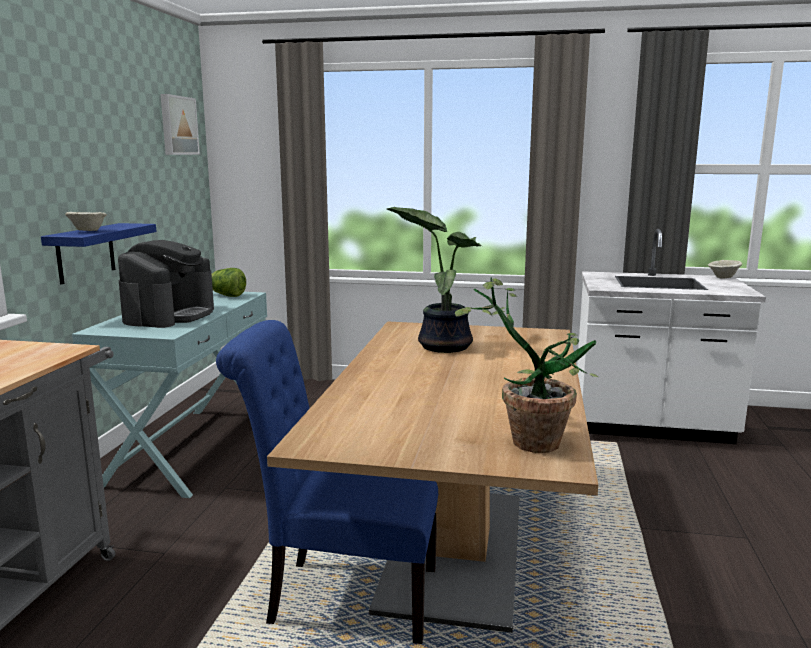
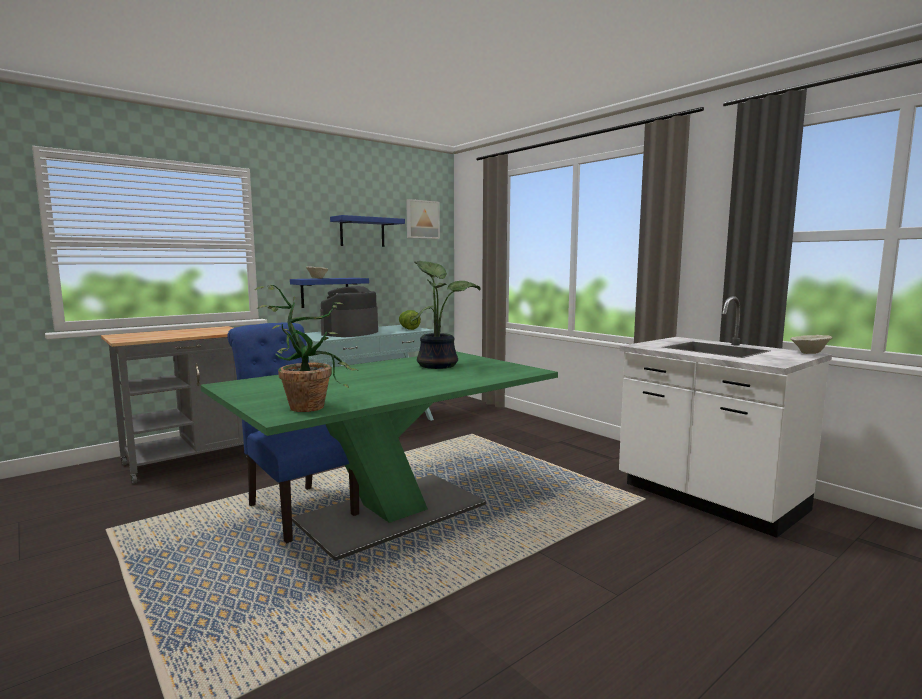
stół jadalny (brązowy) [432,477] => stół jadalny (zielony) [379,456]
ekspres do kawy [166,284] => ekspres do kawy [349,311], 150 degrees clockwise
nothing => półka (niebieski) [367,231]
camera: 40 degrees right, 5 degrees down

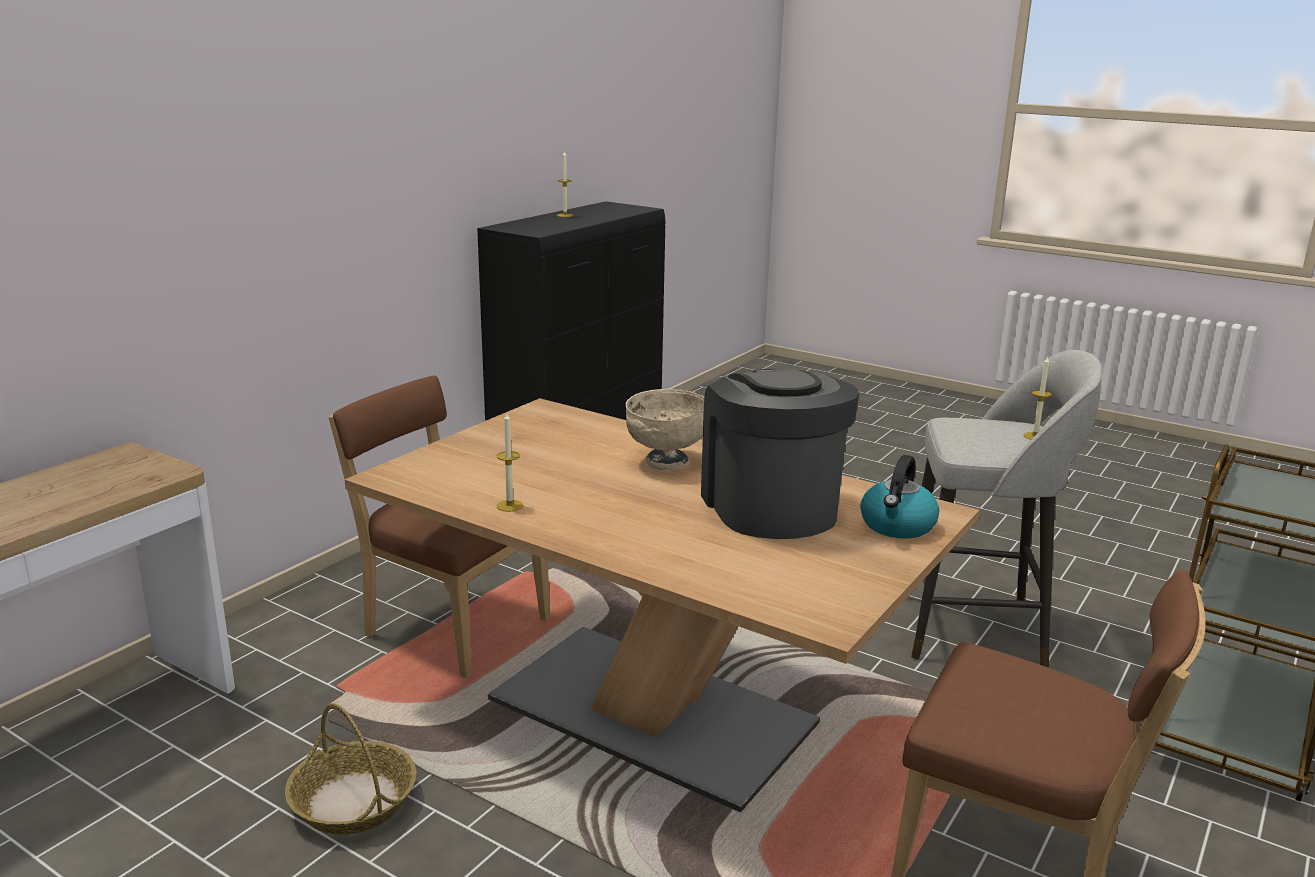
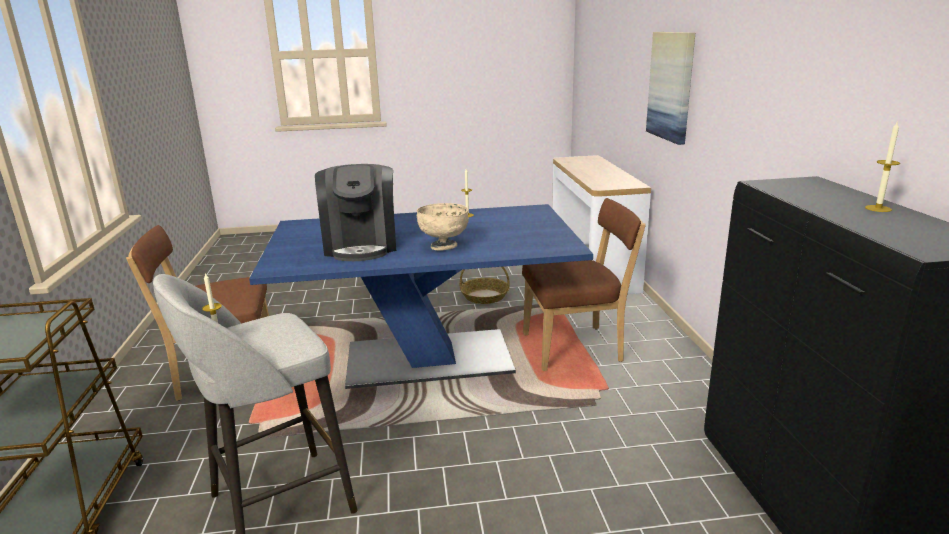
stół jadalny (brązowy) [662,605] => stół jadalny (niebieski) [421,296]
ekspres do kawy [780,454] => ekspres do kawy [355,212], 45 degrees clockwise
nothing => obraz [670,88]
czajnik [899,497] => nothing
camera: 140 degrees right, 0 degrees up

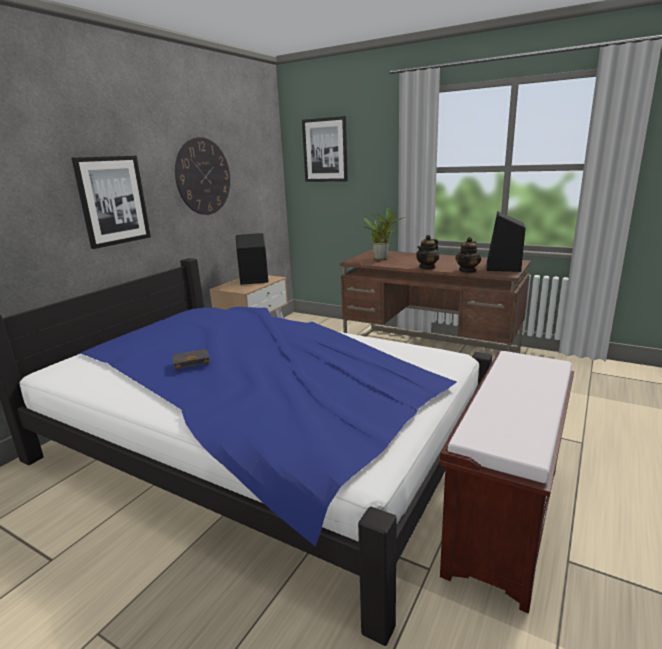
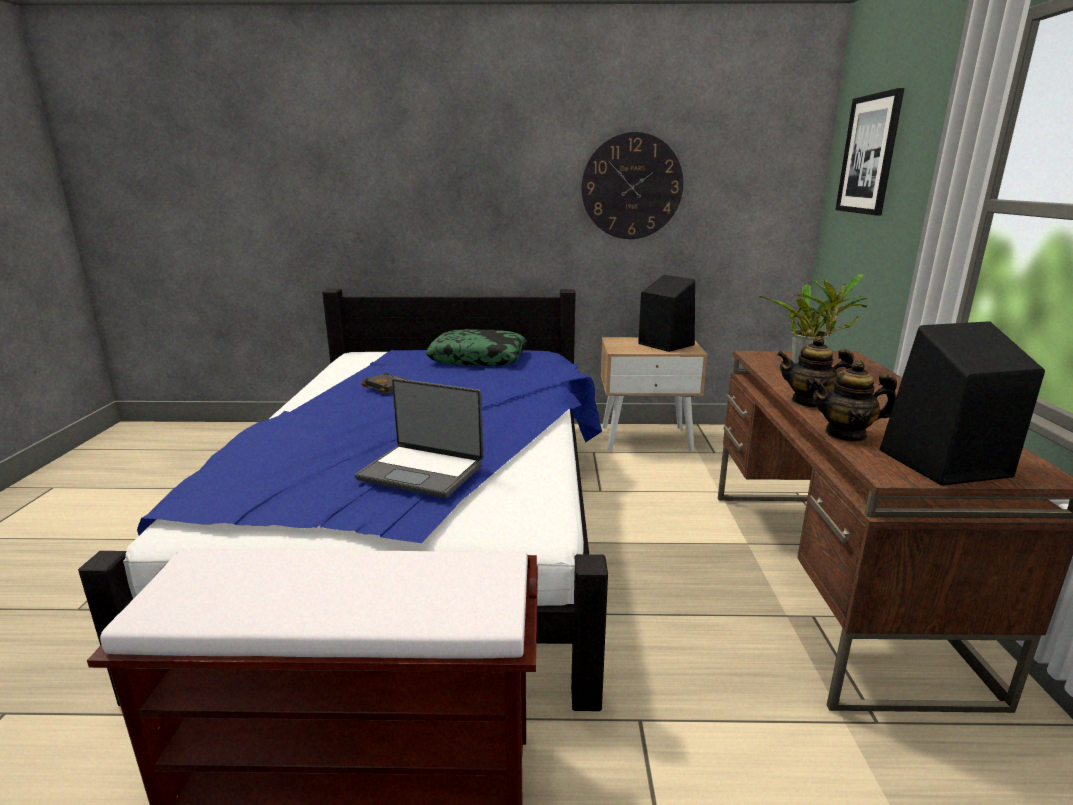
nothing => laptop [419,438]
nothing => poduszka [476,347]
obraz [111,202] => nothing
camera: 60 degrees right, 0 degrees up

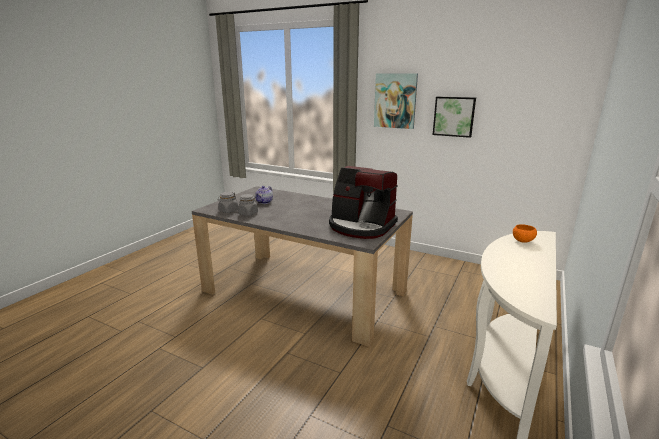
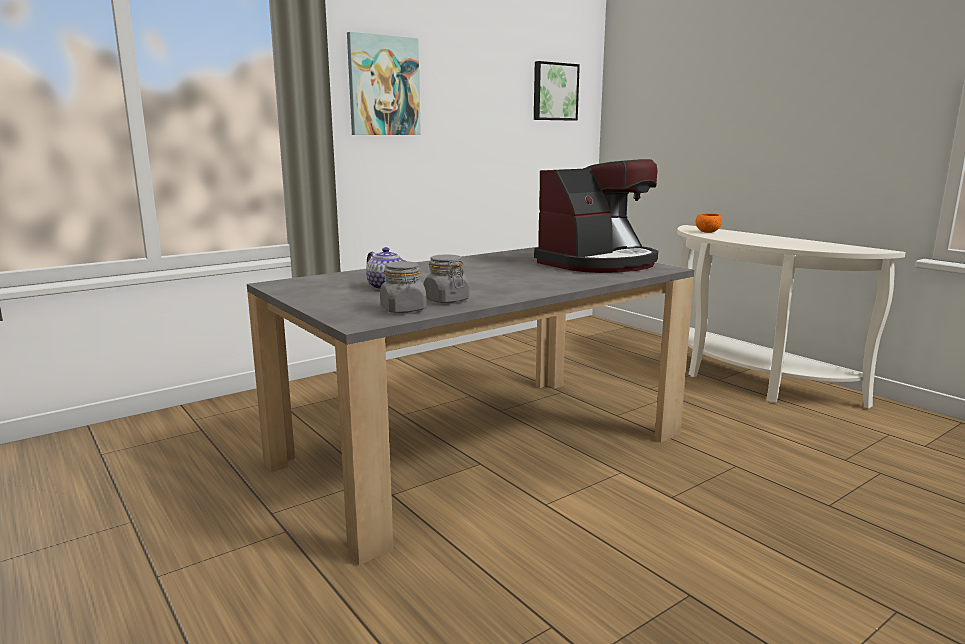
obraz [454,117] => obraz [557,91], relocated
camera: 65 degrees left, 5 degrees down

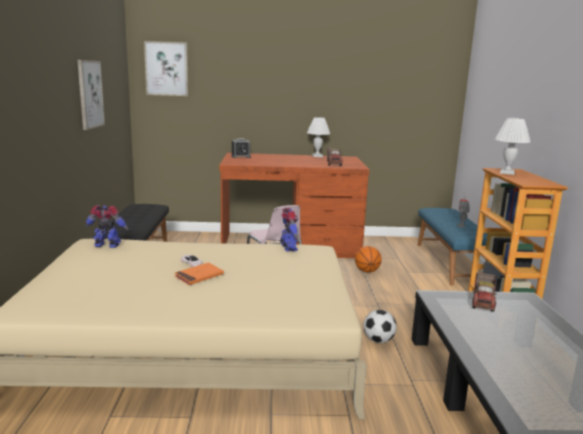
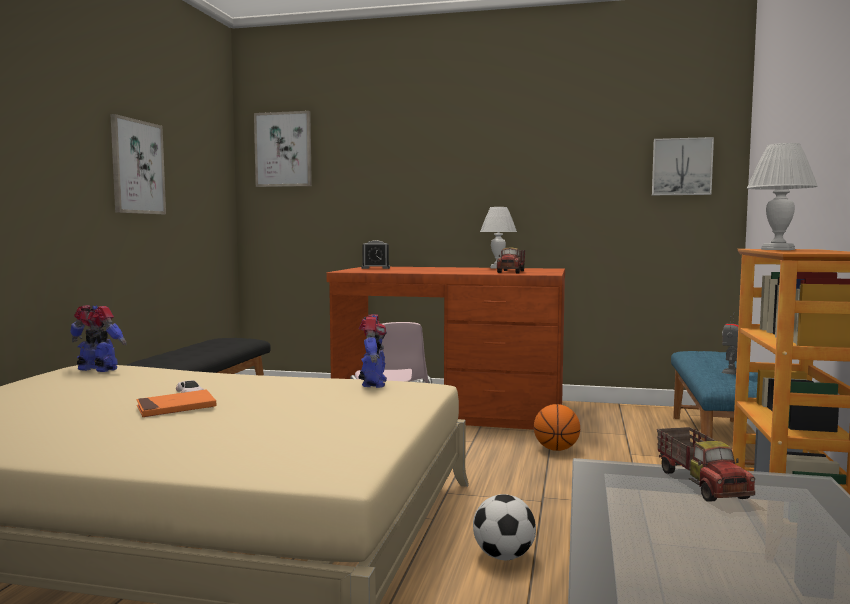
nothing => obraz [683,166]
ciężarówka zabawkowa [484,292] => ciężarówka zabawkowa [706,464], 45 degrees counterclockwise
camera: 15 degrees right, 10 degrees down

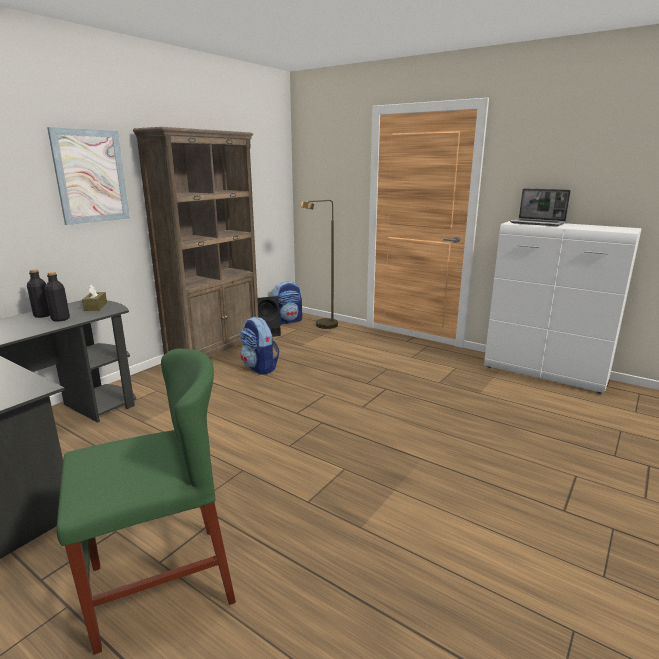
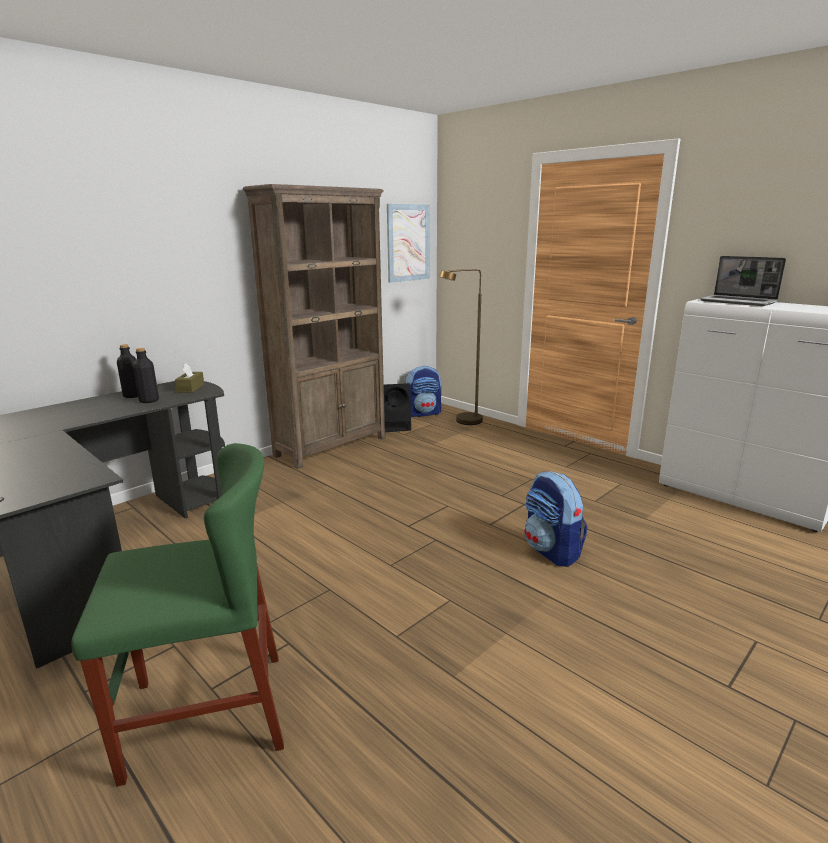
obraz [88,176] => obraz [408,243], relocated
plecak [259,346] => plecak [556,519], relocated
camera: 10 degrees right, 0 degrees up

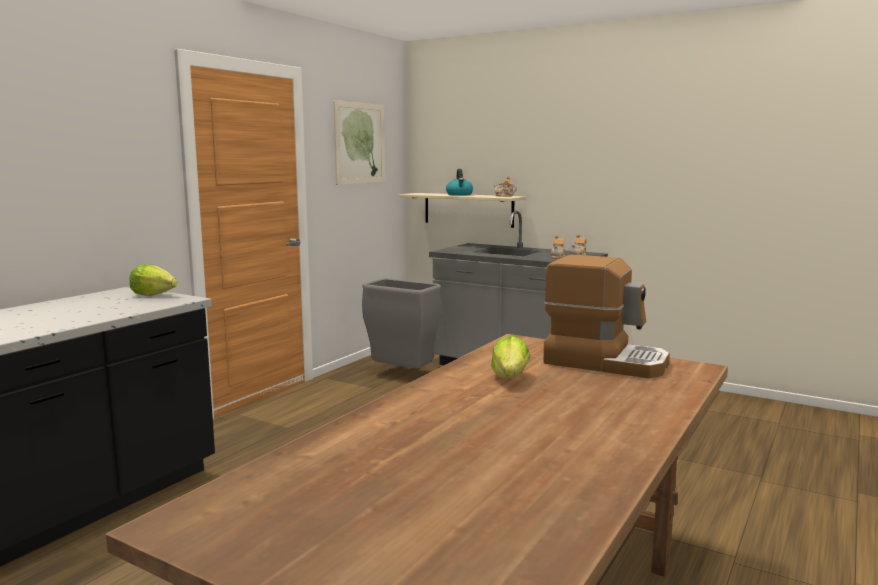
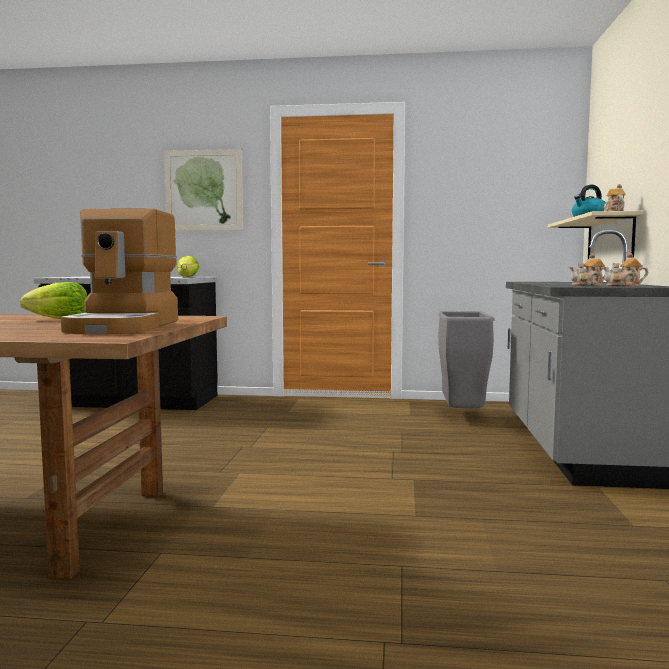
obraz [359,142] => obraz [203,190], relocated
camera: 65 degrees right, 5 degrees down

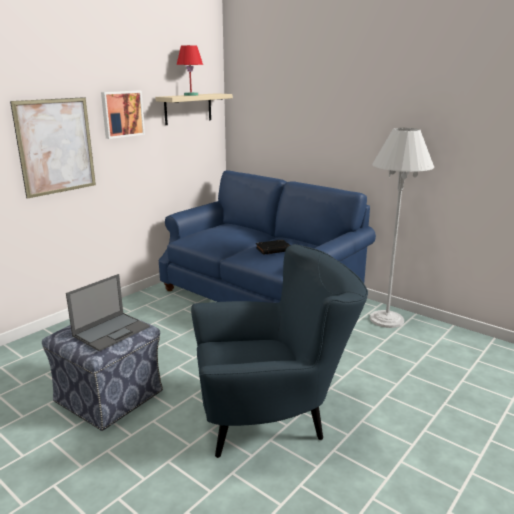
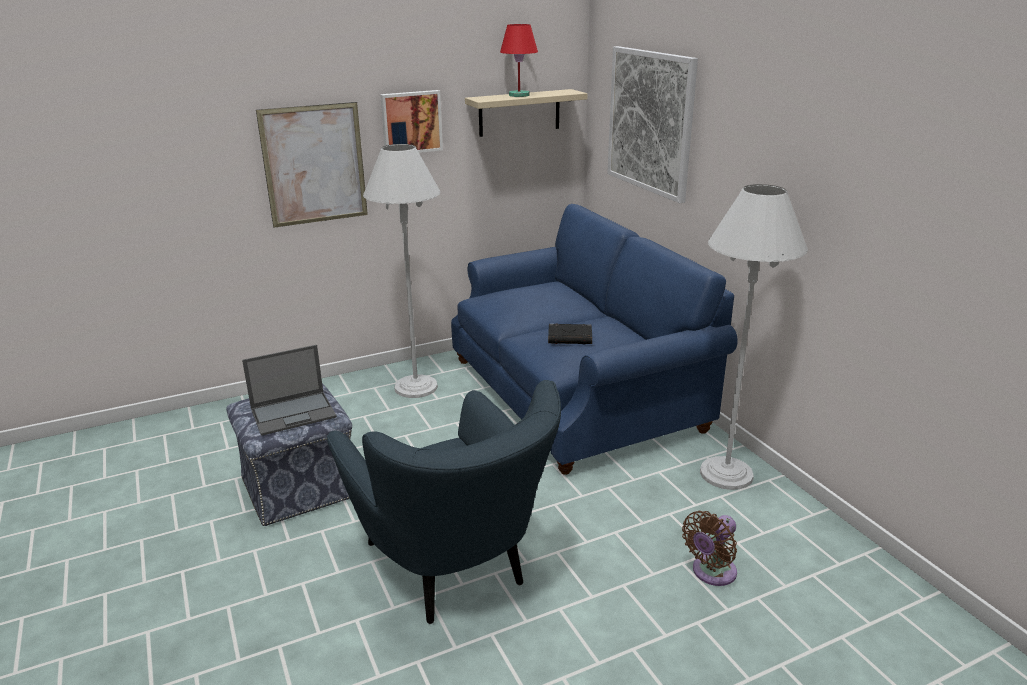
fotel (niebieski) [279,351] => fotel (niebieski) [444,502], 45 degrees clockwise
nothing => lampa stojąca (biały) [401,271]
nothing => obraz [652,124]
nothing => wentylator (brązowy) [709,548]
camera: 25 degrees right, 5 degrees up

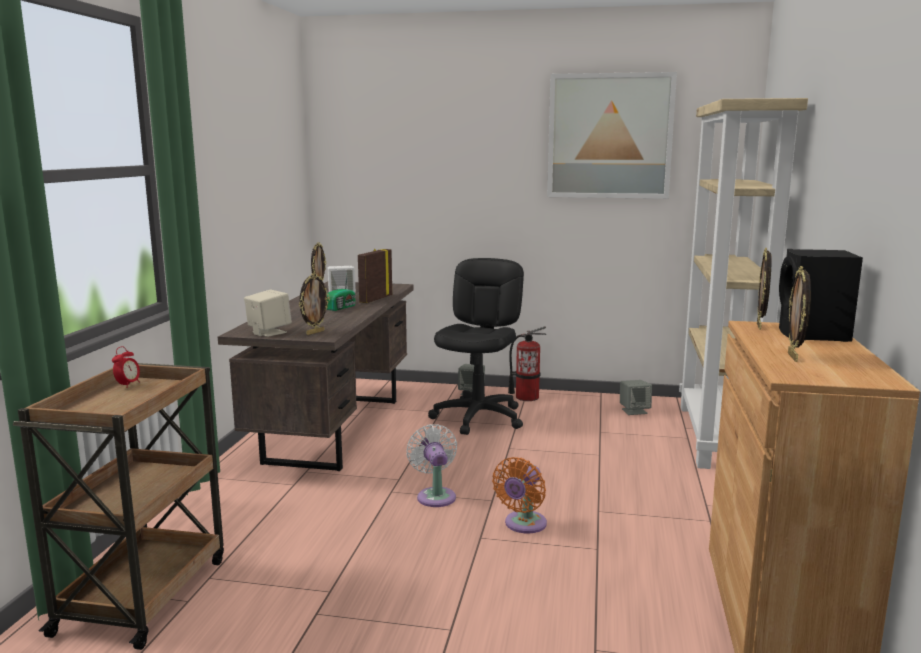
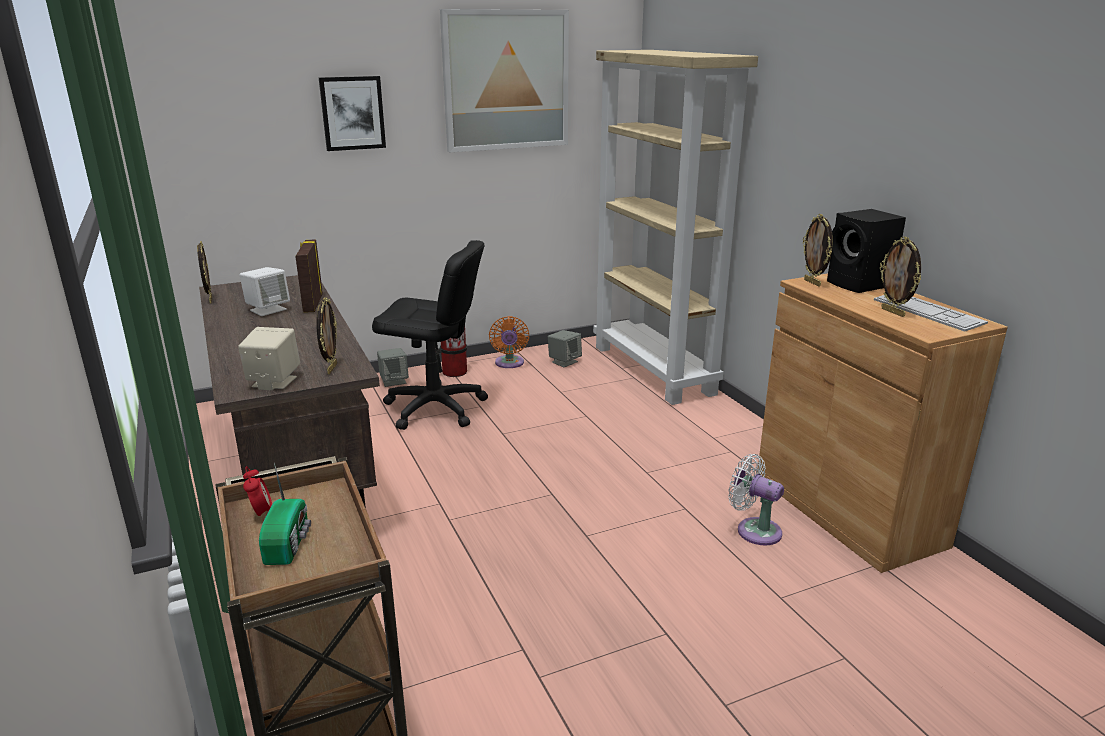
radio [341,293] => radio [285,514], relocated
nothing => obraz [352,113]
krzesło biurowe (czarny) [476,346] => krzesło biurowe (czarny) [430,335], 120 degrees clockwise
wentylator (pomarańczowy) [519,495] => wentylator (pomarańczowy) [509,342], relocated
wentylator (biały) [431,465] => wentylator (biały) [756,499], relocated
nothing => klawiatura [931,313]
camera: 35 degrees left, 10 degrees up

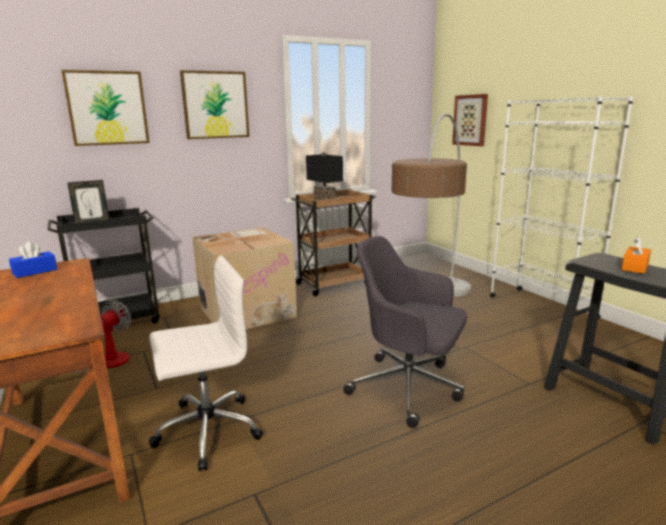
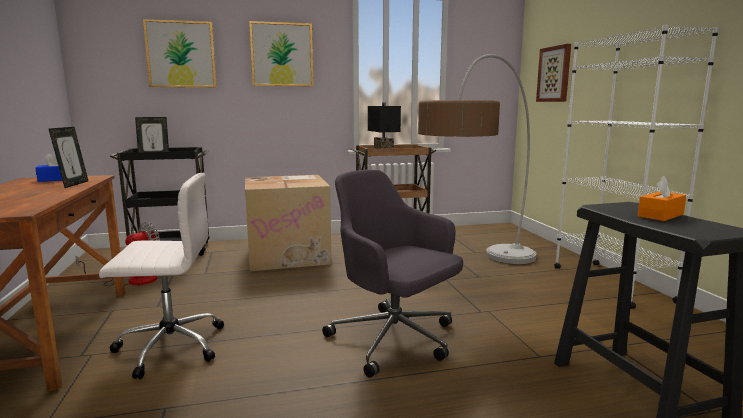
nothing => ramka na zdjęcie [68,157]
camera: 15 degrees right, 5 degrees down

